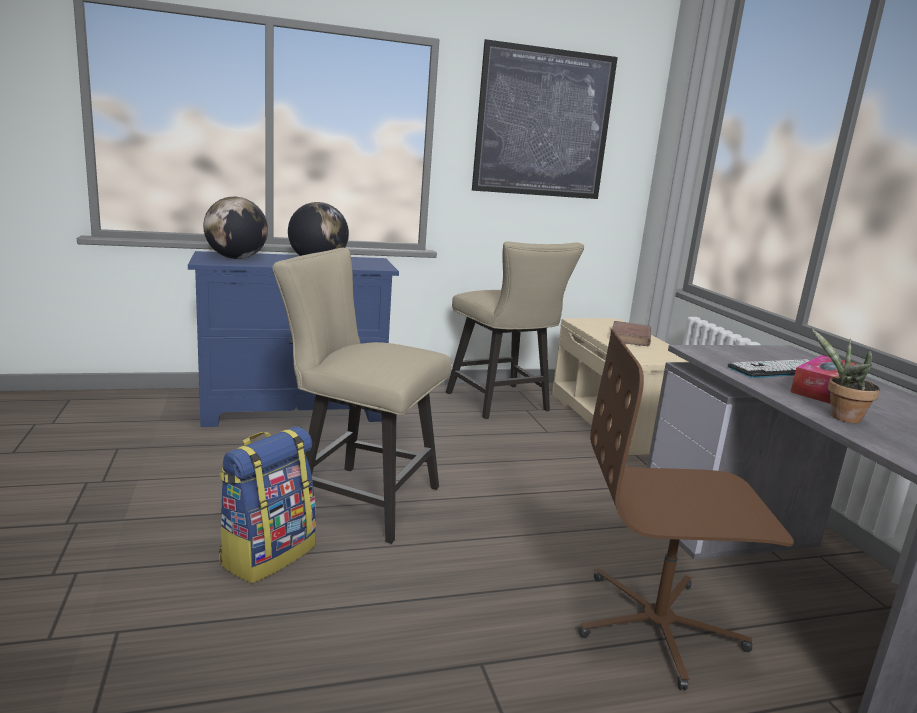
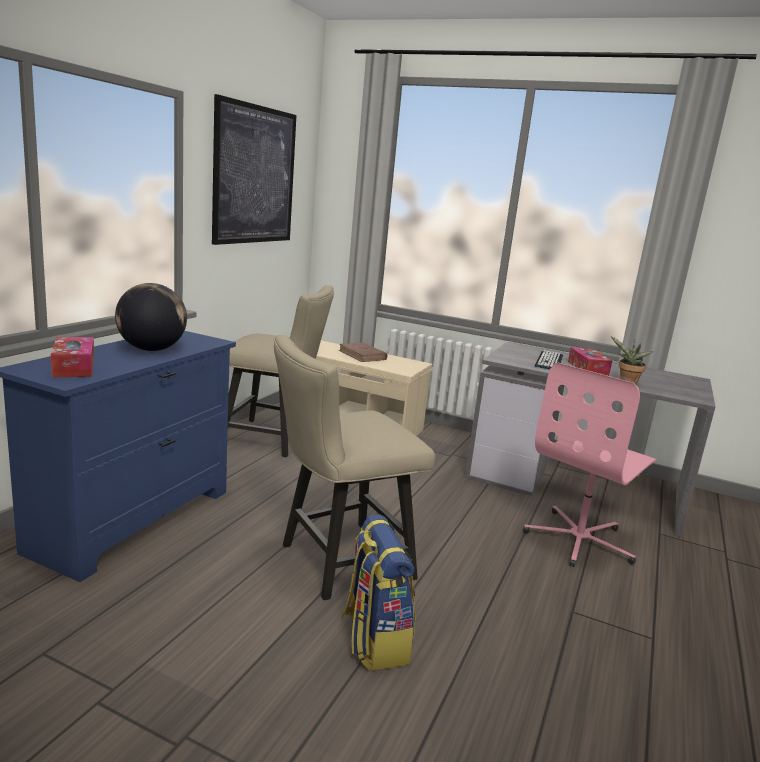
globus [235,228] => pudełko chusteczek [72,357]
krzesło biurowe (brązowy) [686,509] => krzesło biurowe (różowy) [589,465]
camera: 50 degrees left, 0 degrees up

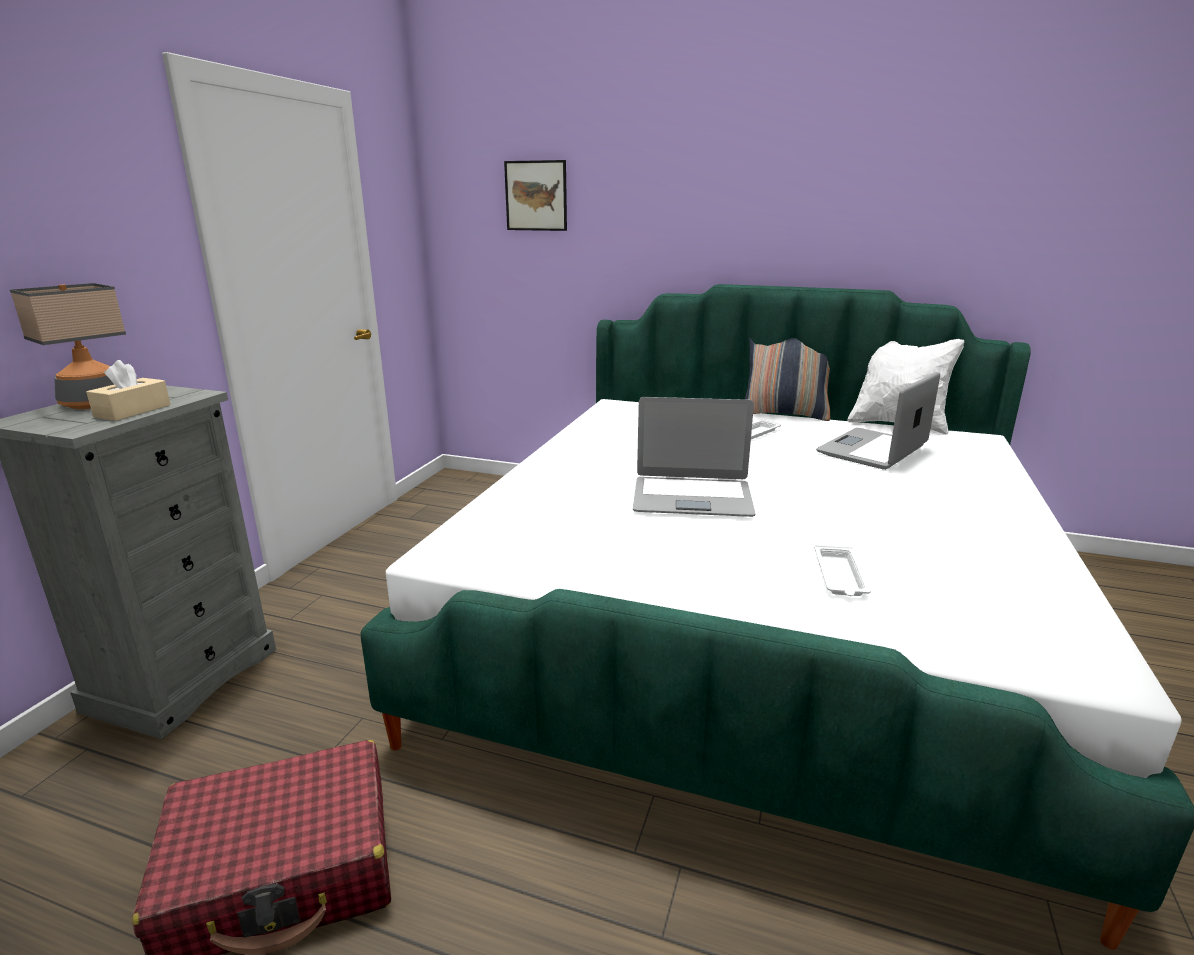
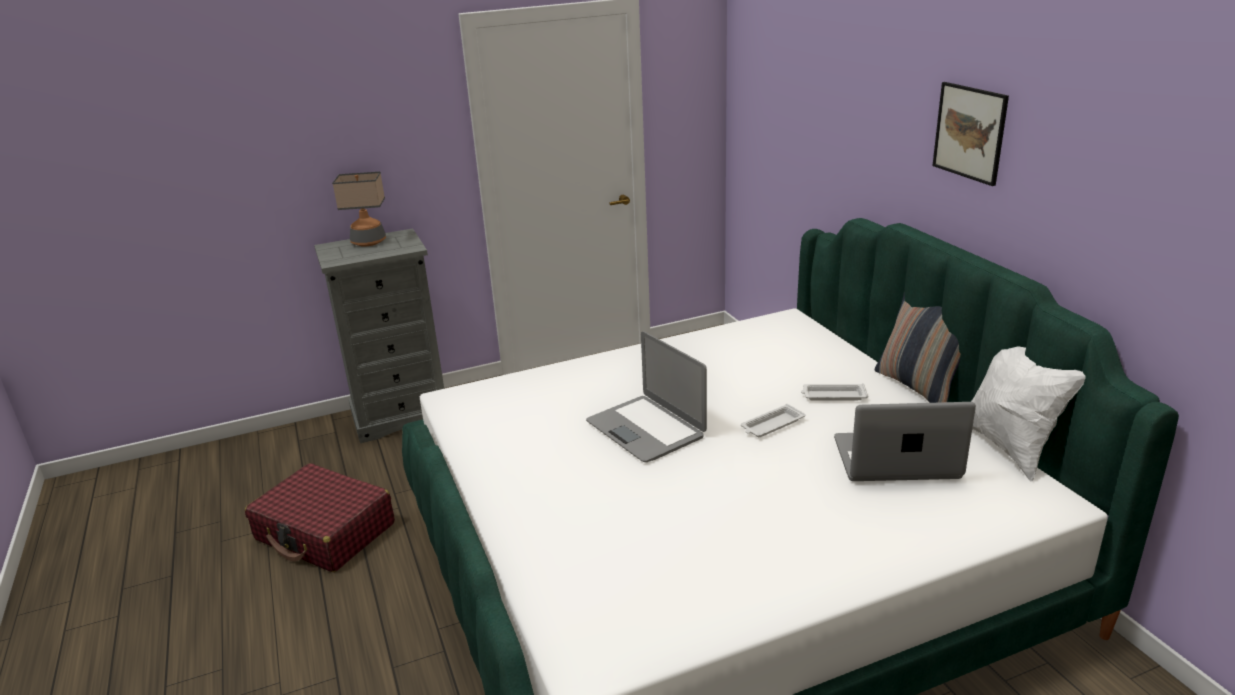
taca (biały) [842,570] => taca (biały) [773,420], relocated
obraz [535,195] => obraz [970,134], relocated
pudełko chusteczek (beżowy) [128,390] => nothing
camera: 50 degrees right, 5 degrees up

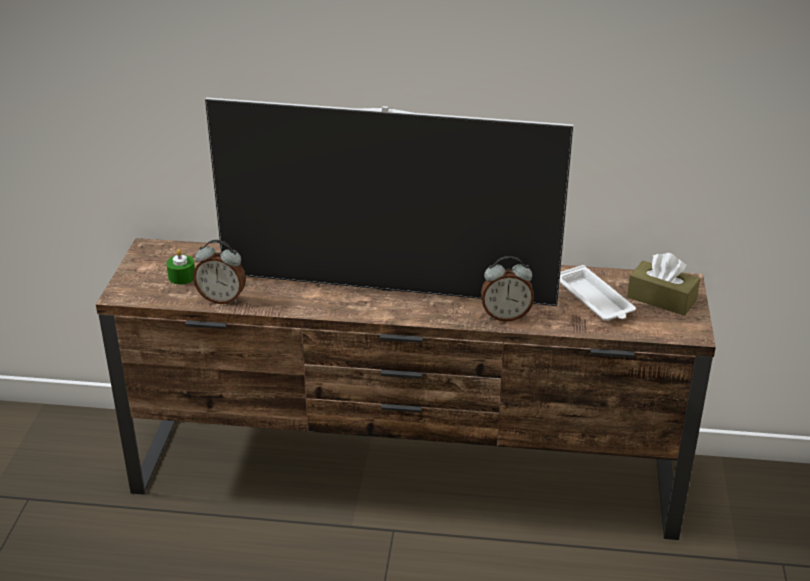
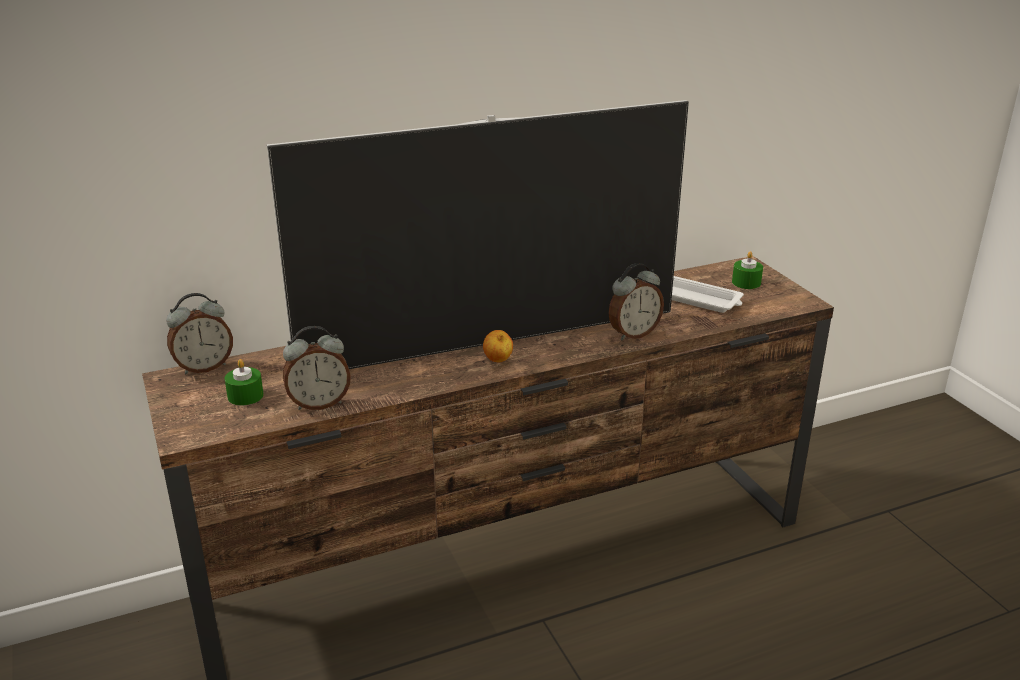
nothing => budzik [199,334]
nothing => jabłko [498,346]
pudełko chusteczek (brązowy) [663,284] => świeca (zielony) [747,270]
camera: 30 degrees left, 5 degrees down

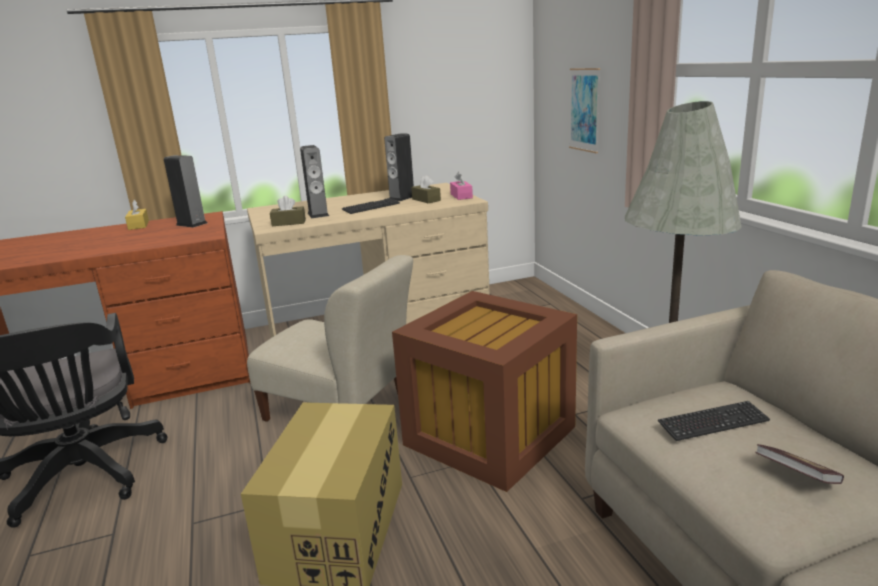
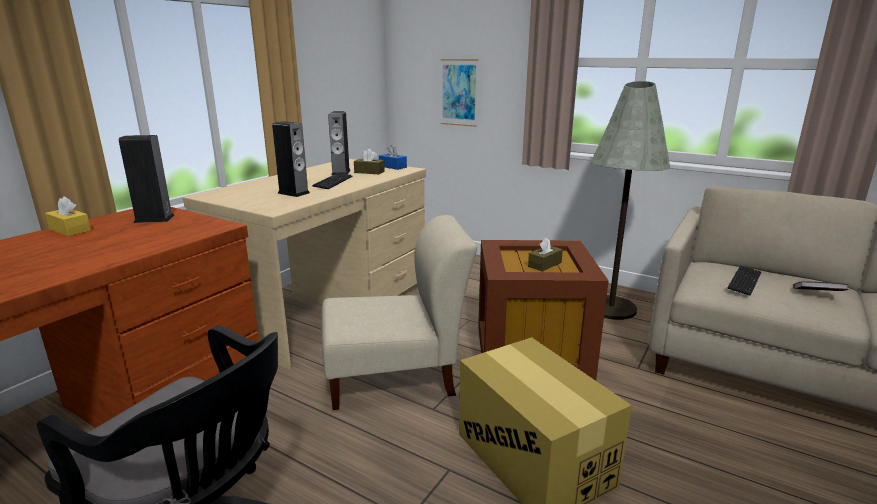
pudełko chusteczek (różowy) [461,186] => pudełko chusteczek (niebieski) [393,157]
pudełko chusteczek (brązowy) [288,211] => pudełko chusteczek (brązowy) [545,254], relocated
camera: 40 degrees left, 0 degrees up

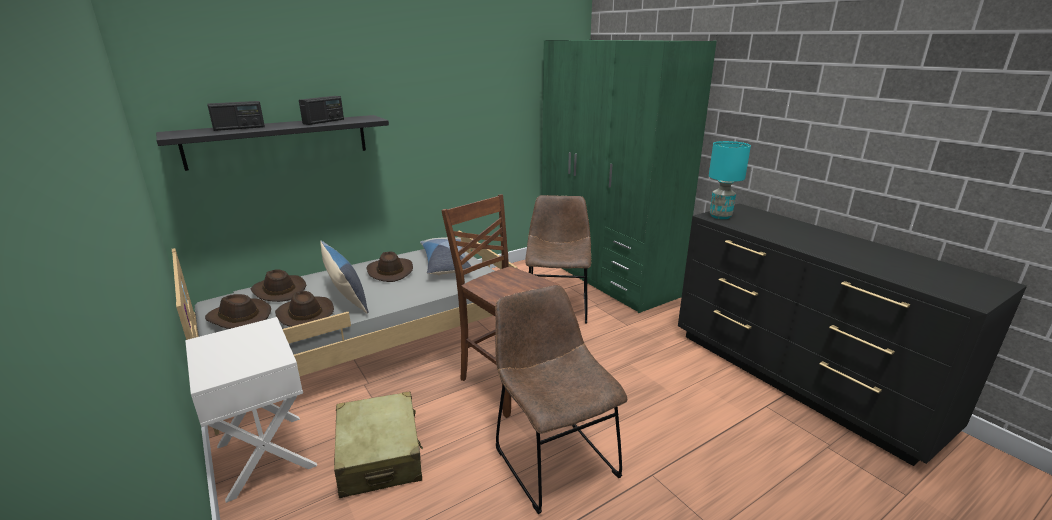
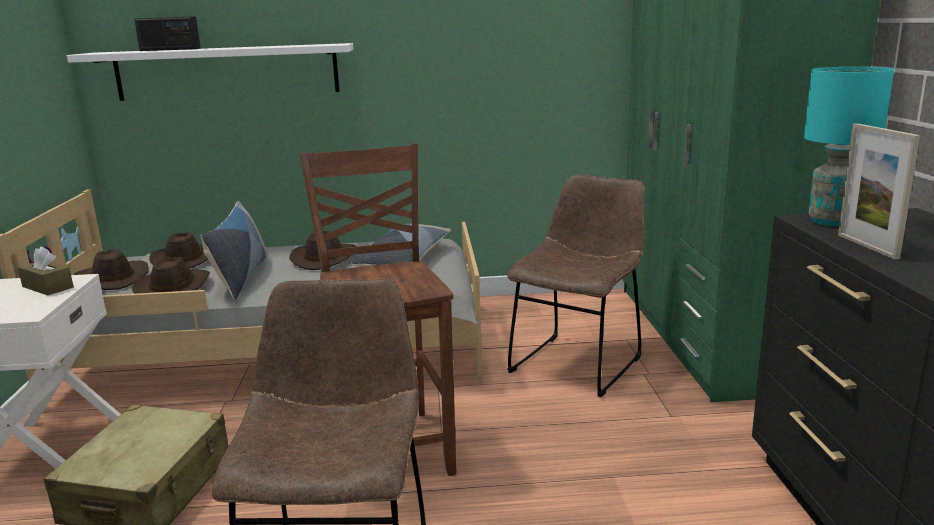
nothing => pudełko chusteczek (brązowy) [46,270]
półka (czarny) [272,143] => półka (biały) [210,72]
nothing => ramka na zdjęcie [879,191]
radio [321,110] => nothing
camera: 30 degrees right, 5 degrees down

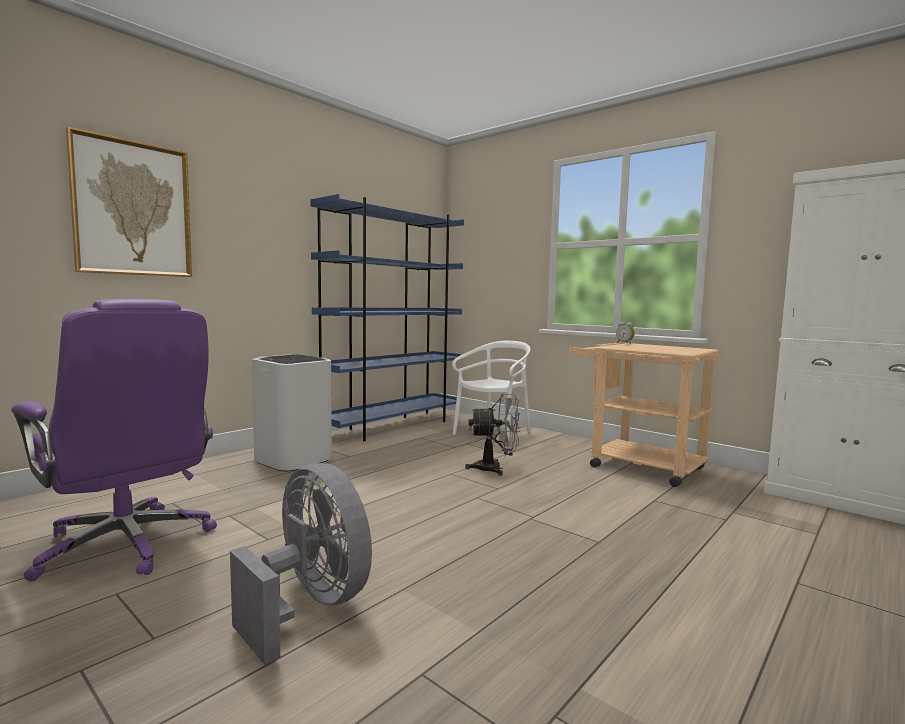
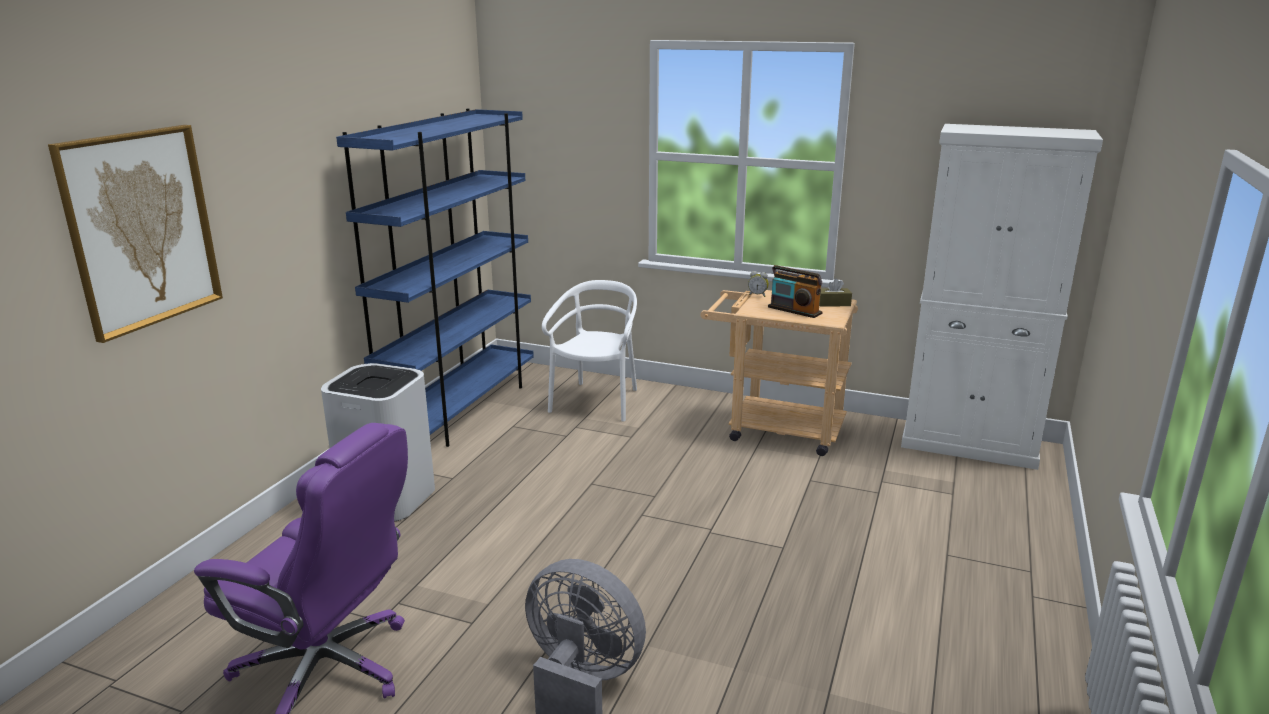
nothing => radio [795,291]
nothing => pudełko chusteczek (brązowy) [835,292]
wentylator (szary) [492,435] => nothing
camera: 20 degrees left, 15 degrees up

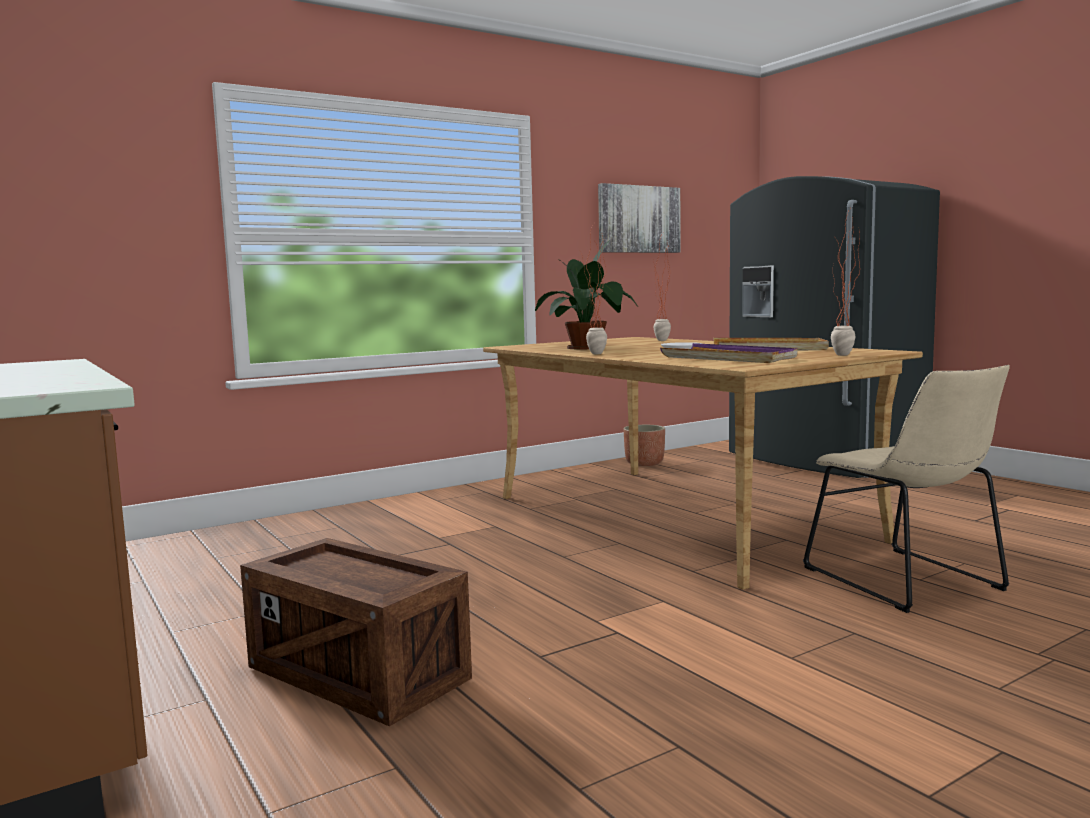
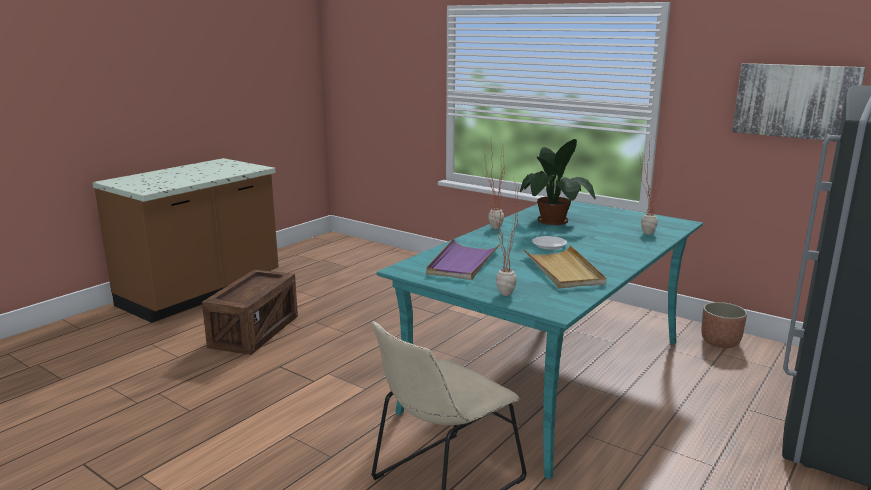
stół jadalny (beżowy) [703,463] => stół jadalny (turkusowy) [540,340]
camera: 70 degrees right, 10 degrees up

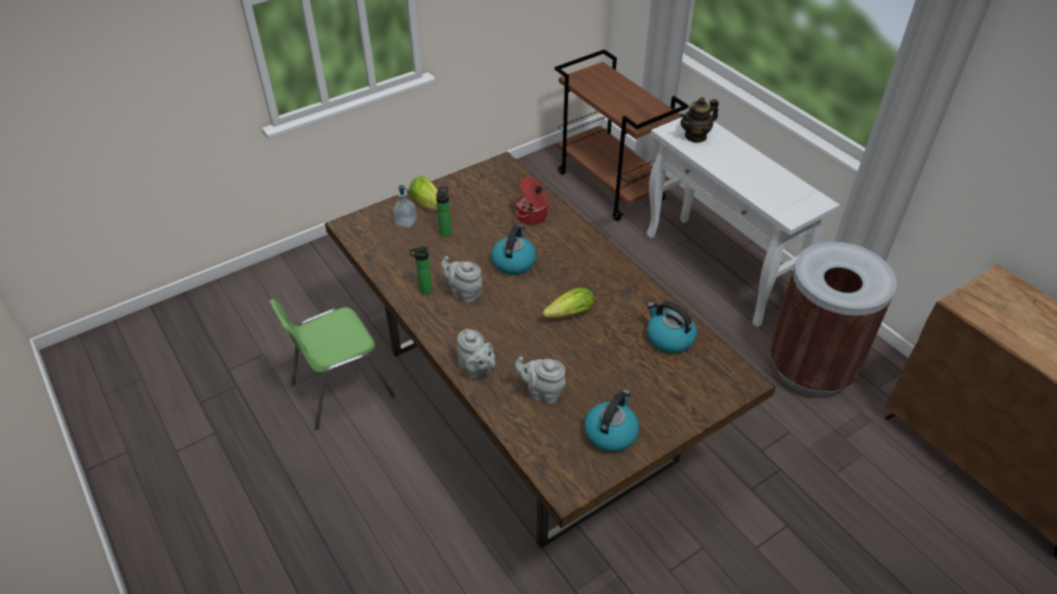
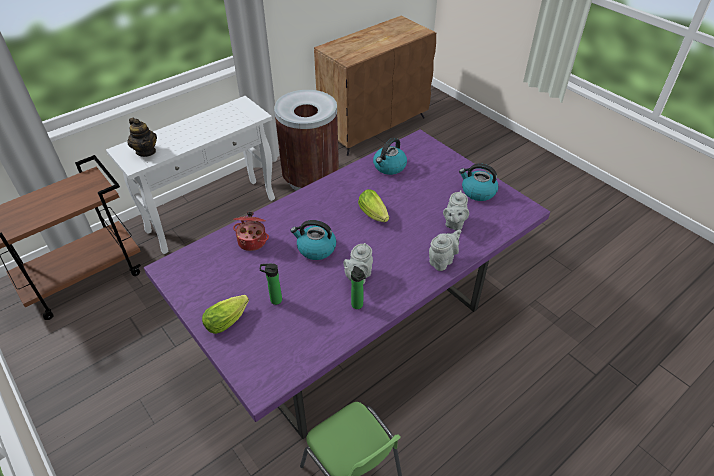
stół jadalny (brązowy) [550,349] => stół jadalny (fioletowy) [347,284]
dozownik mydła [405,206] => nothing
camera: 95 degrees left, 0 degrees up

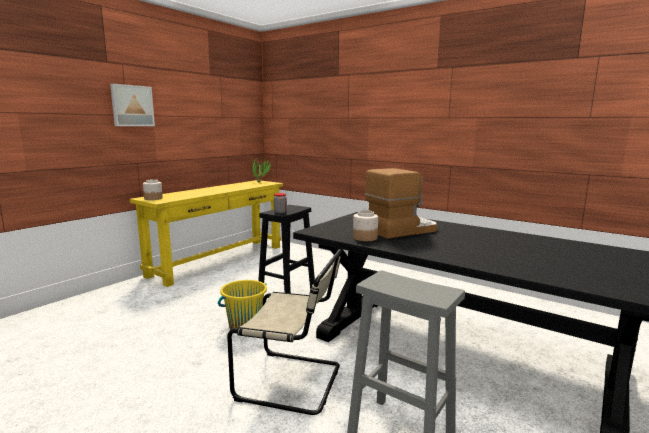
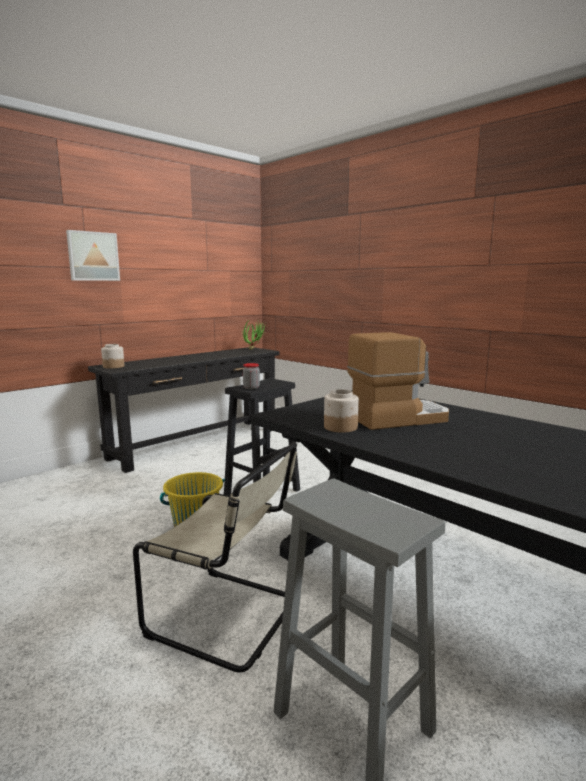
stolik konsolowy (żółty) [206,233] => stolik konsolowy (czarny) [184,410]
camera: 10 degrees right, 0 degrees up

